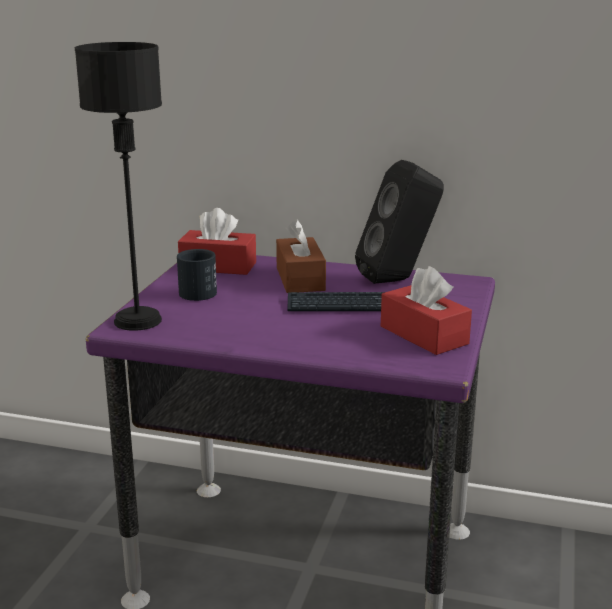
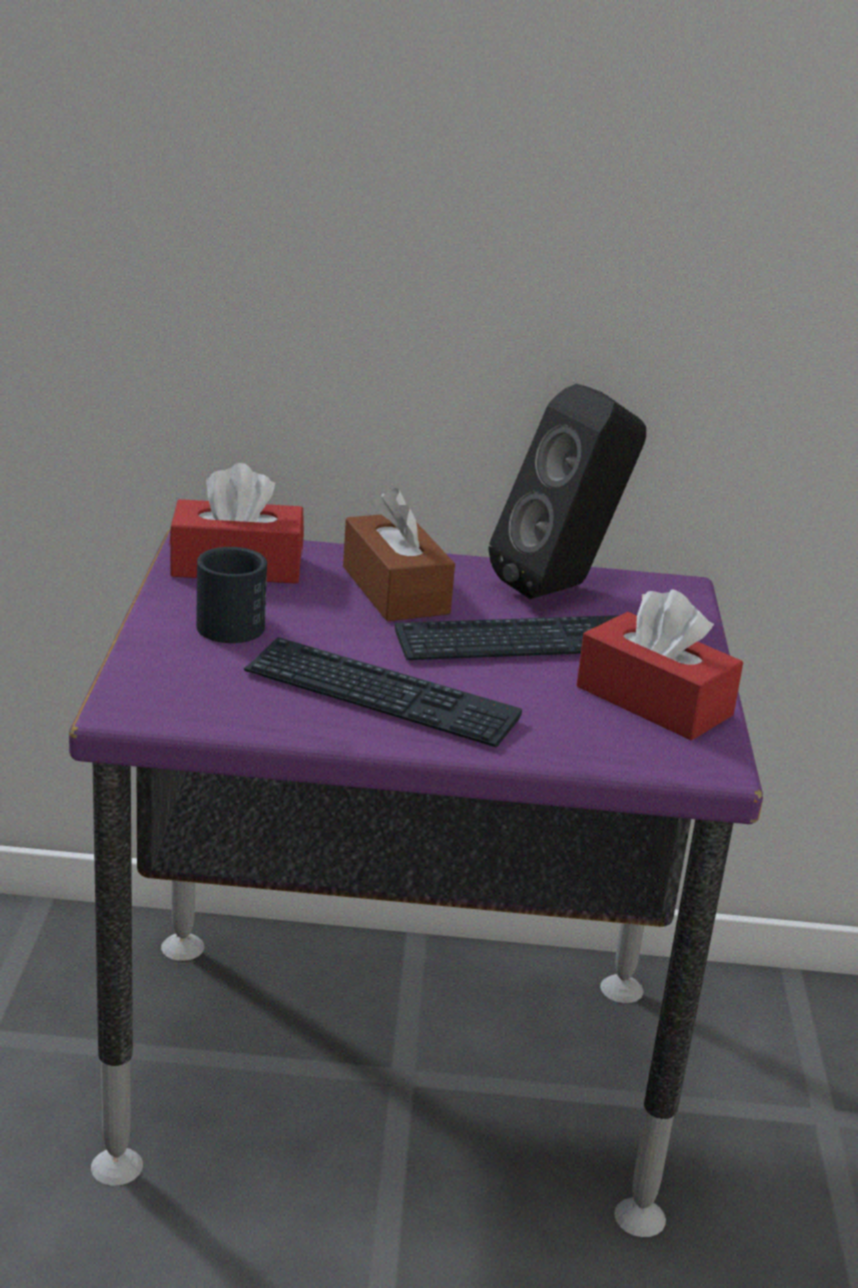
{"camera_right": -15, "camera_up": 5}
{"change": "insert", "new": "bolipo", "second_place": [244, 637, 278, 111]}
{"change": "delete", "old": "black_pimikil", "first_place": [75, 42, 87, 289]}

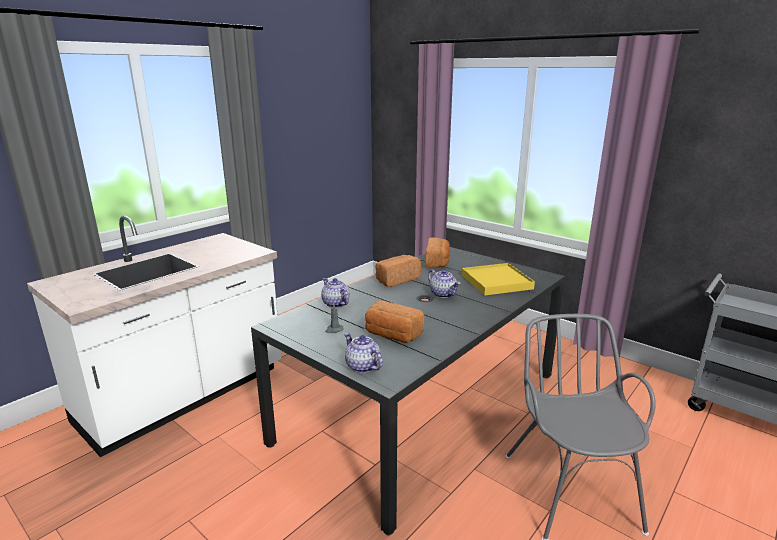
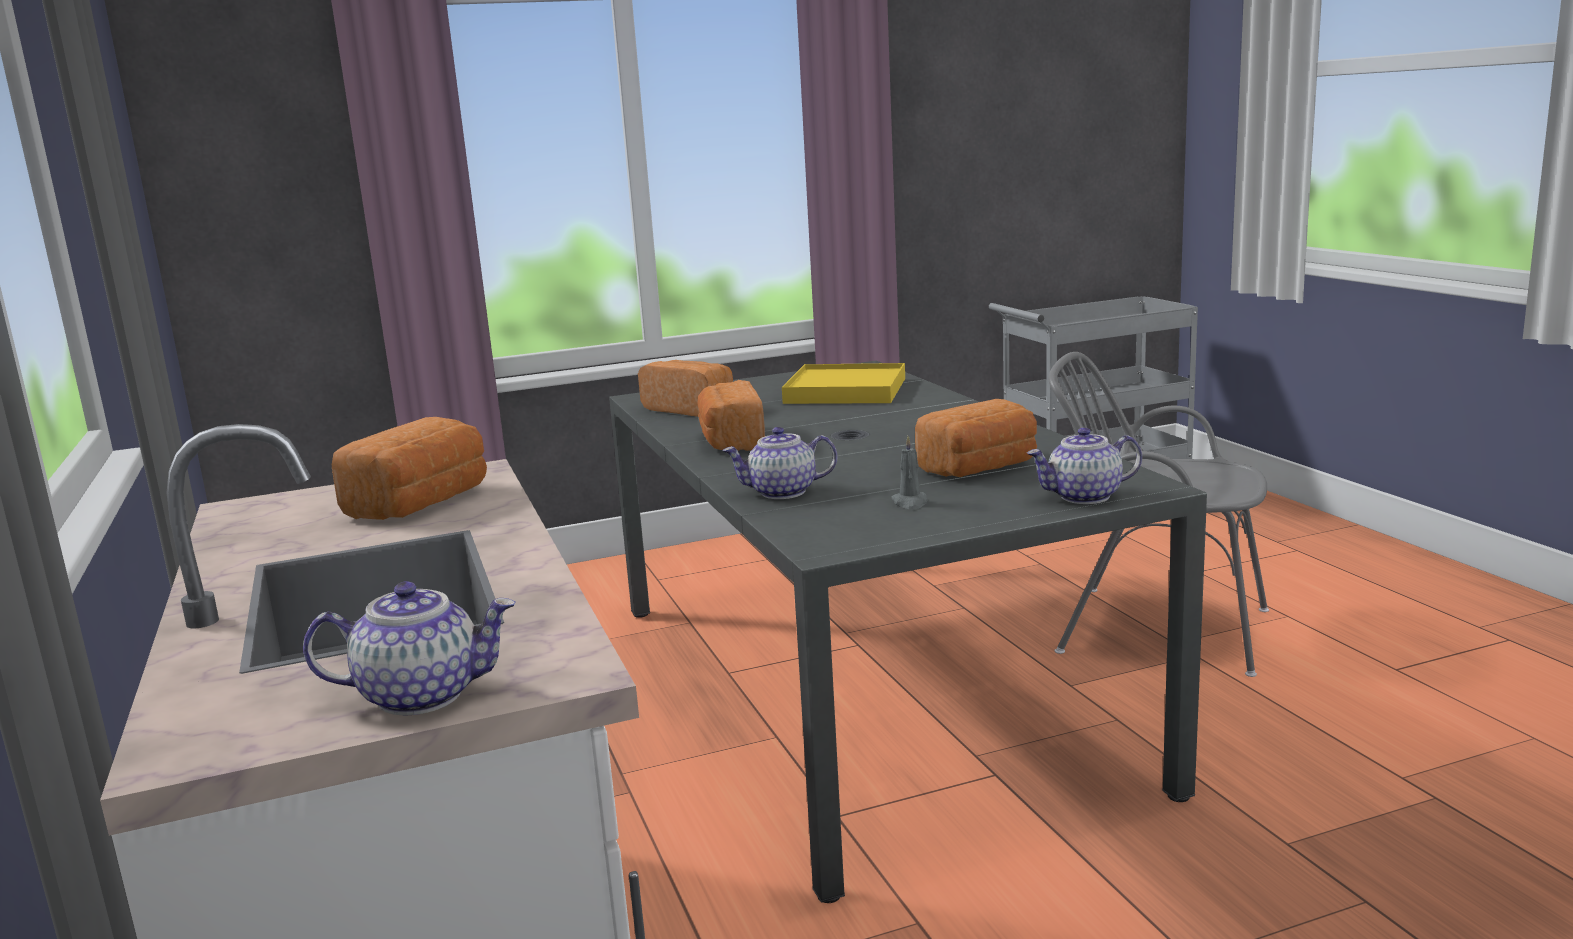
{"camera_right": -60, "camera_up": -5}
{"change": "move", "old": "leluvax", "first_place": [428, 270, 32, 28], "second_place": [303, 581, 213, 134]}
{"change": "insert", "new": "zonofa", "second_place": [332, 417, 155, 103]}

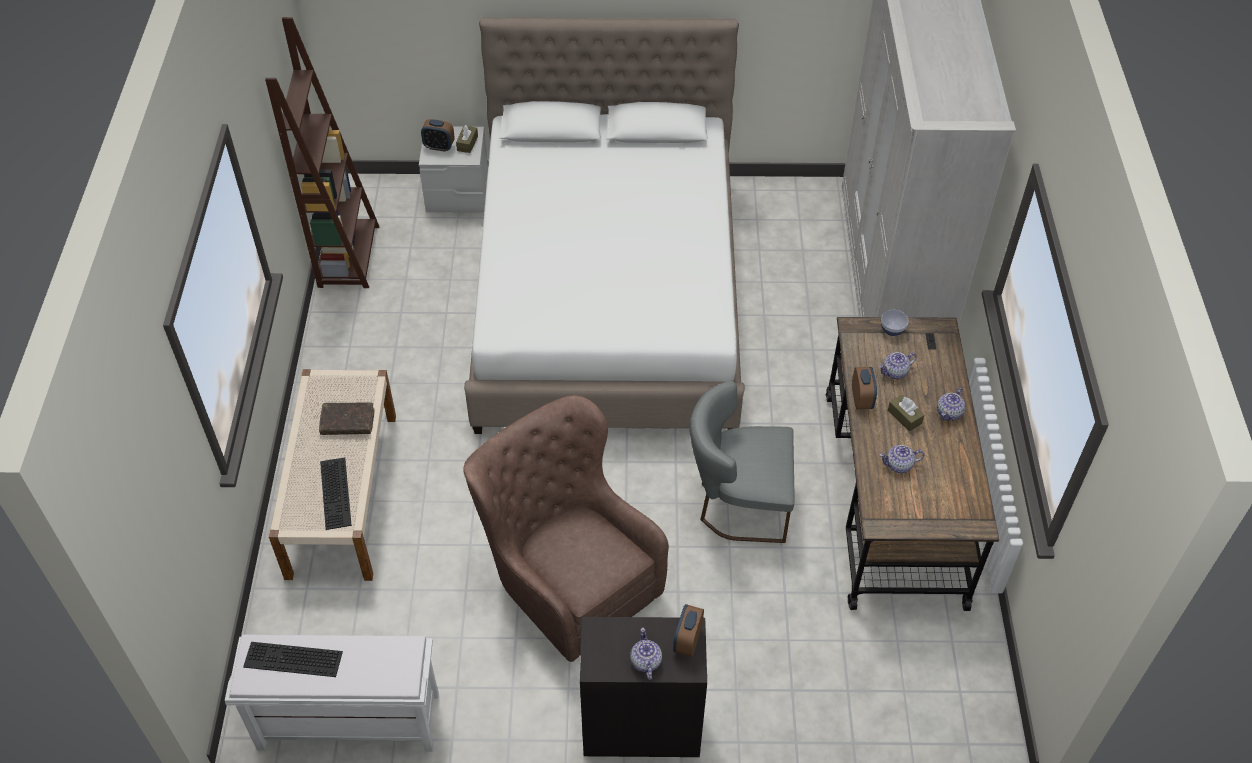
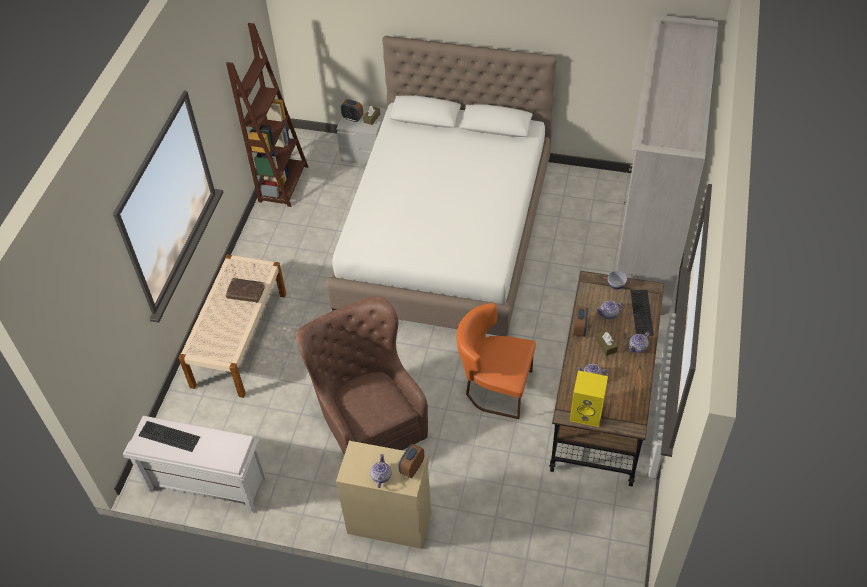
{"camera_right": 15, "camera_up": 0}
{"change": "recolor", "old": "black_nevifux", "new": "beige_nevifux", "first_place": [580, 617, 127, 140], "second_place": [336, 441, 95, 108]}
{"change": "recolor", "old": "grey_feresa", "new": "orange_feresa", "first_place": [689, 380, 106, 163], "second_place": [457, 303, 79, 116]}
{"change": "insert", "new": "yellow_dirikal", "second_place": [570, 370, 38, 57]}
{"change": "move", "old": "bolipo", "first_place": [320, 457, 32, 73], "second_place": [630, 290, 24, 45]}

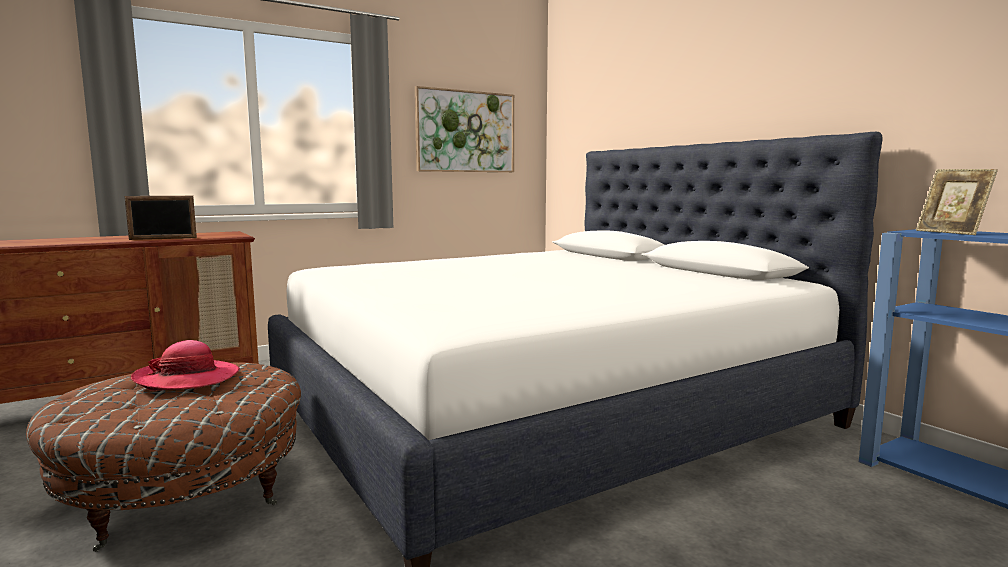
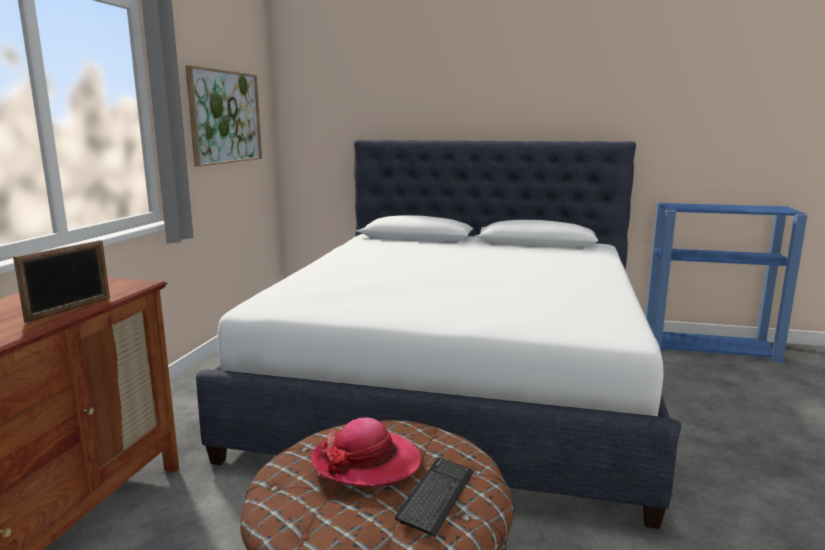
{"camera_right": -45, "camera_up": 5}
{"change": "insert", "new": "bolipo", "second_place": [395, 457, 79, 80]}
{"change": "delete", "old": "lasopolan", "first_place": [916, 169, 82, 66]}

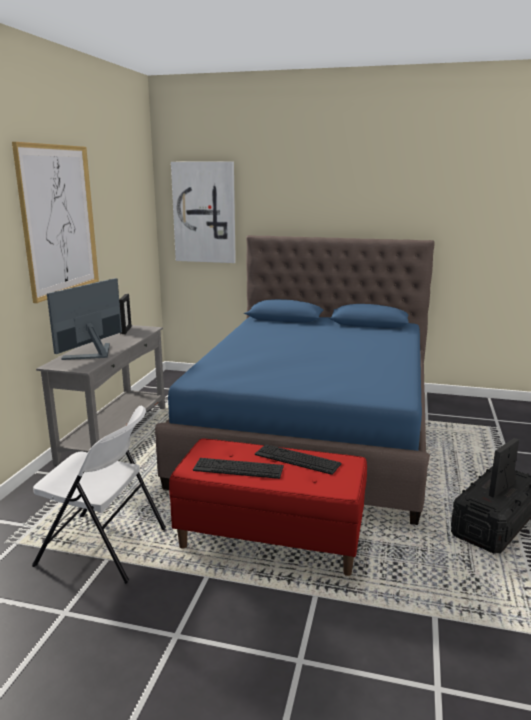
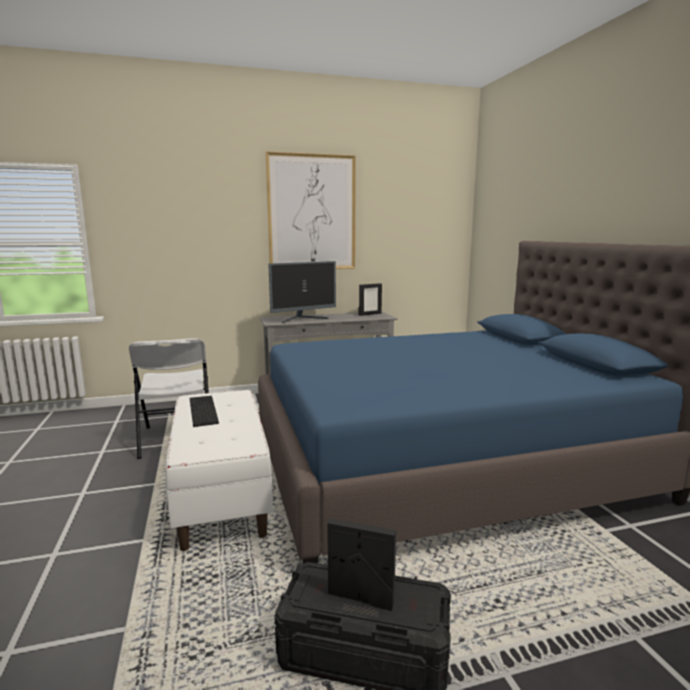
{"camera_right": 60, "camera_up": -5}
{"change": "recolor", "old": "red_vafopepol", "new": "white_vafopepol", "first_place": [169, 439, 198, 137], "second_place": [165, 390, 108, 161]}
{"change": "rotate", "old": "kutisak", "first_place": [47, 278, 75, 82], "second_place": [268, 261, 68, 62], "degrees": 150}
{"change": "delete", "old": "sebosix", "first_place": [171, 161, 65, 102]}
{"change": "delete", "old": "bolipo", "first_place": [255, 444, 87, 31]}

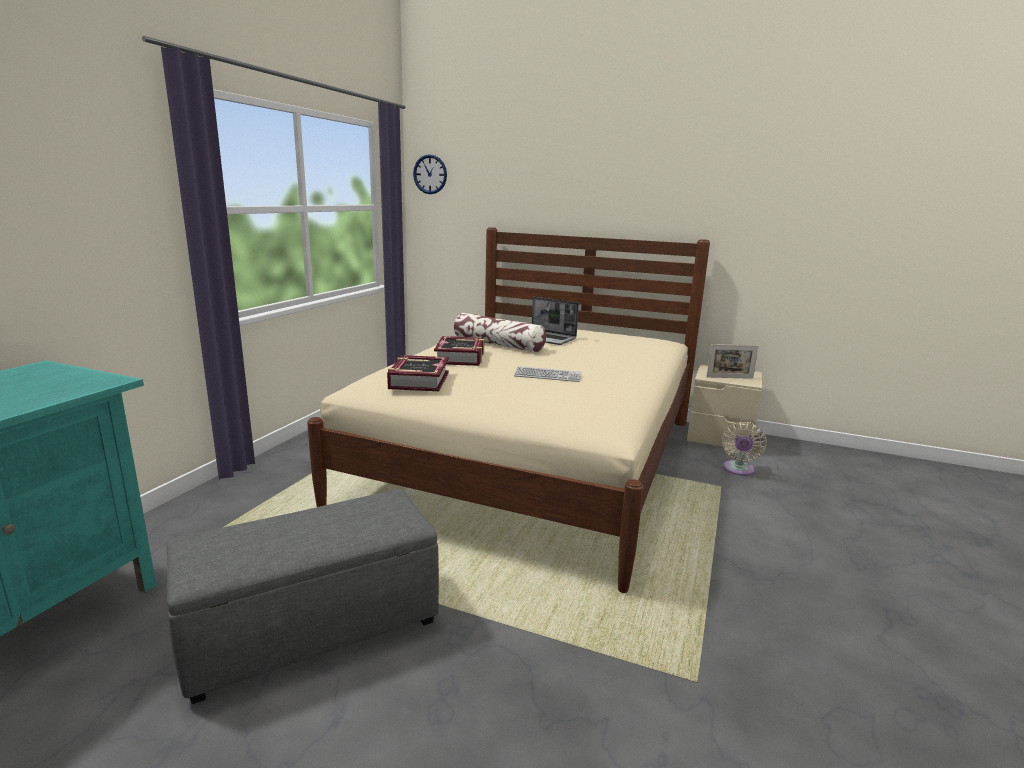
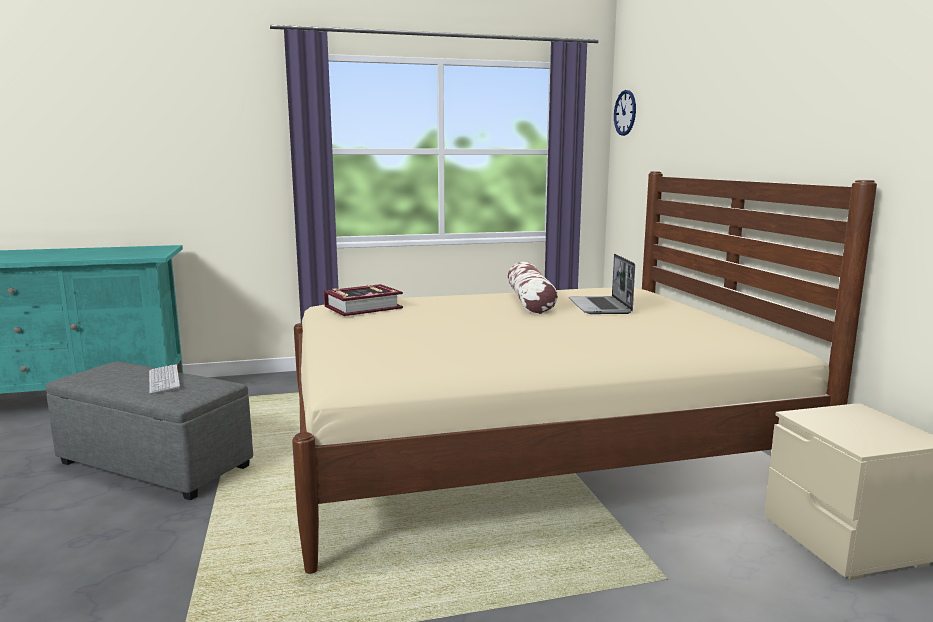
{"camera_right": 55, "camera_up": -5}
{"change": "move", "old": "bolipo", "first_place": [514, 366, 68, 16], "second_place": [149, 364, 31, 30]}
{"change": "delete", "old": "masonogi", "first_place": [434, 336, 50, 30]}
{"change": "delete", "old": "lasopolan", "first_place": [707, 344, 52, 35]}
{"change": "delete", "old": "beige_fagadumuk", "first_place": [722, 422, 45, 54]}

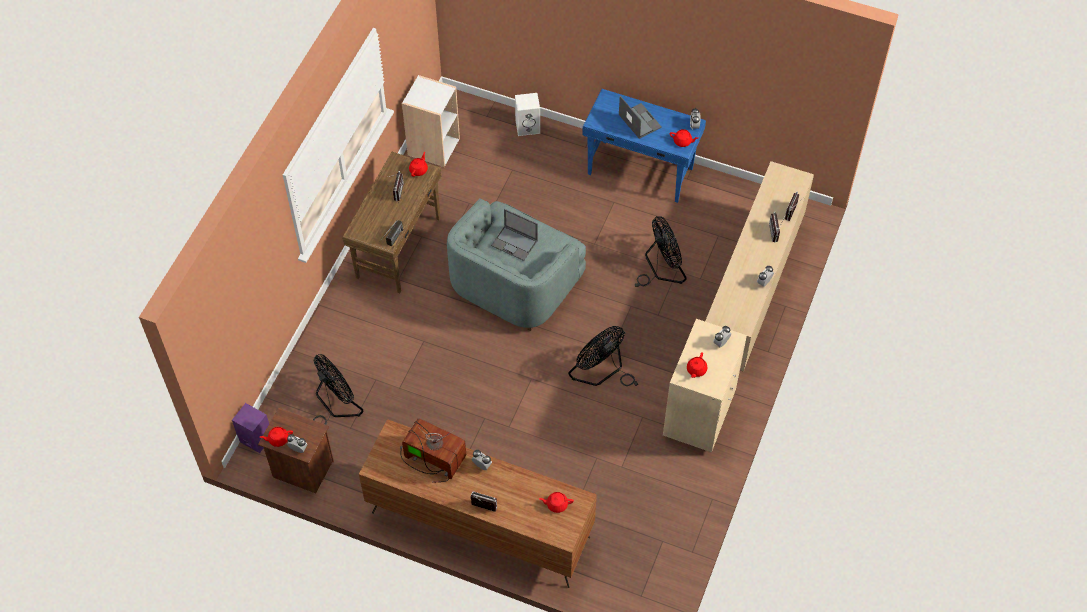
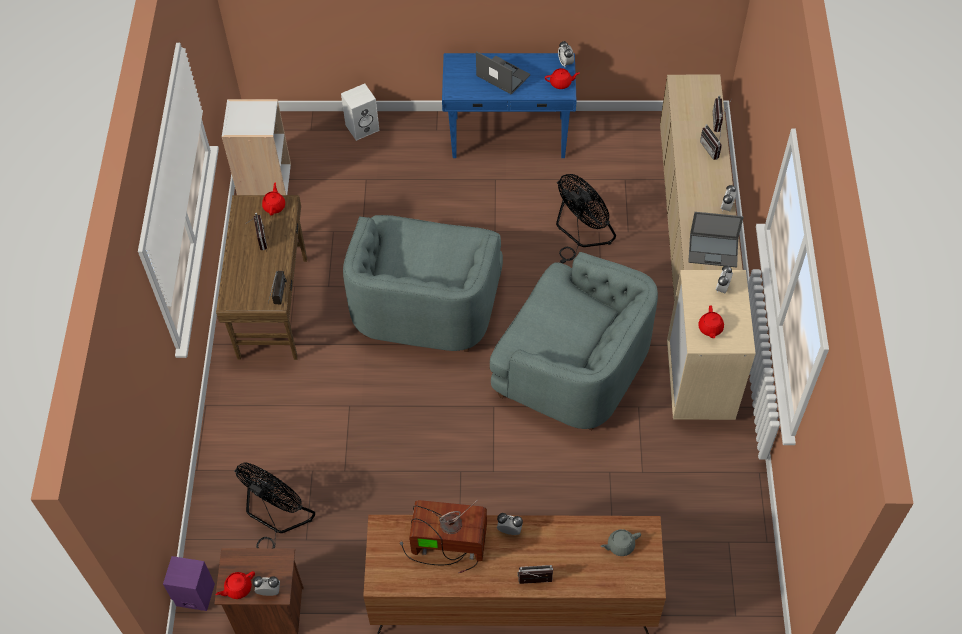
{"camera_right": -20, "camera_up": 0}
{"change": "replace", "old": "black_fagadumuk", "new": "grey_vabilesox", "first_place": [568, 326, 70, 60], "second_place": [490, 252, 168, 178]}
{"change": "recolor", "old": "red_leluvax", "new": "grey_leluvax", "first_place": [539, 492, 35, 21], "second_place": [600, 529, 41, 27]}
{"change": "move", "old": "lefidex", "first_place": [491, 209, 47, 52], "second_place": [688, 212, 56, 56]}

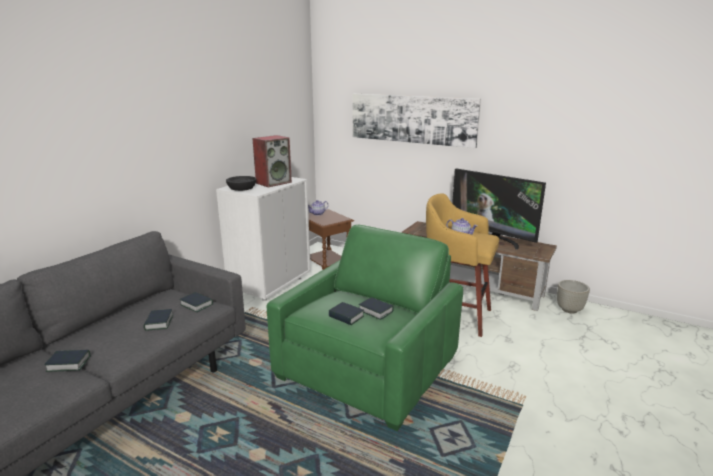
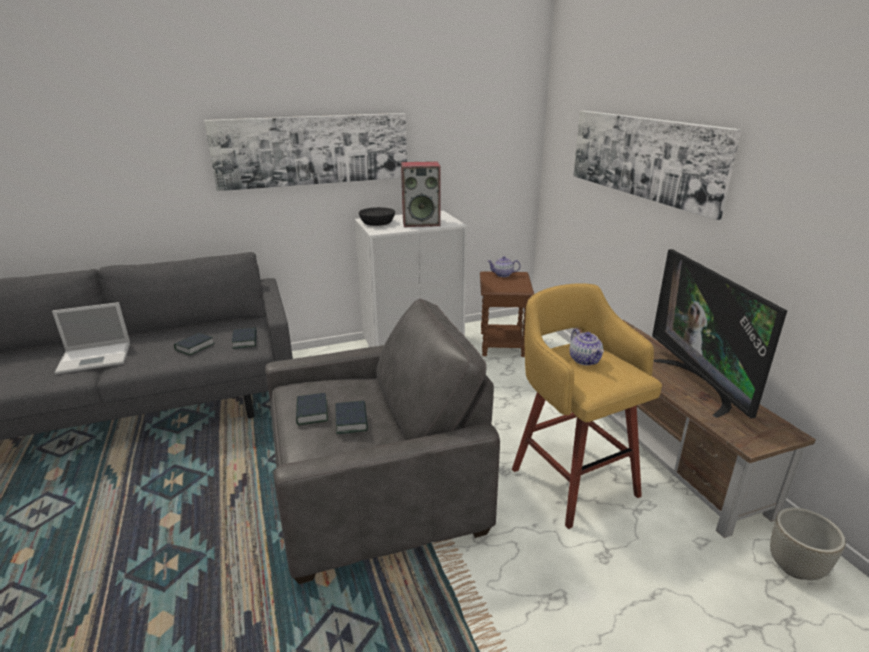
{"camera_right": 40, "camera_up": 5}
{"change": "replace", "old": "masonogi", "new": "lefidex", "first_place": [44, 350, 46, 22], "second_place": [52, 302, 78, 72]}
{"change": "insert", "new": "sebosix", "second_place": [204, 113, 203, 78]}
{"change": "recolor", "old": "green_vabilesox", "new": "grey_vabilesox", "first_place": [267, 225, 196, 206], "second_place": [265, 298, 235, 286]}

